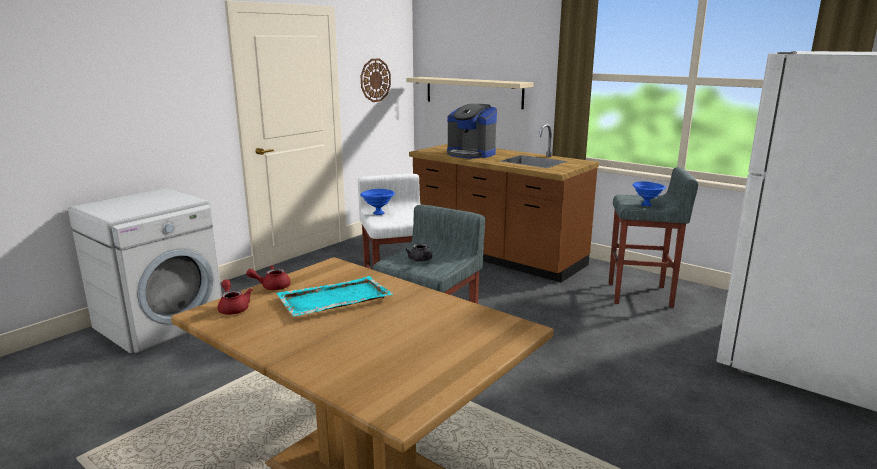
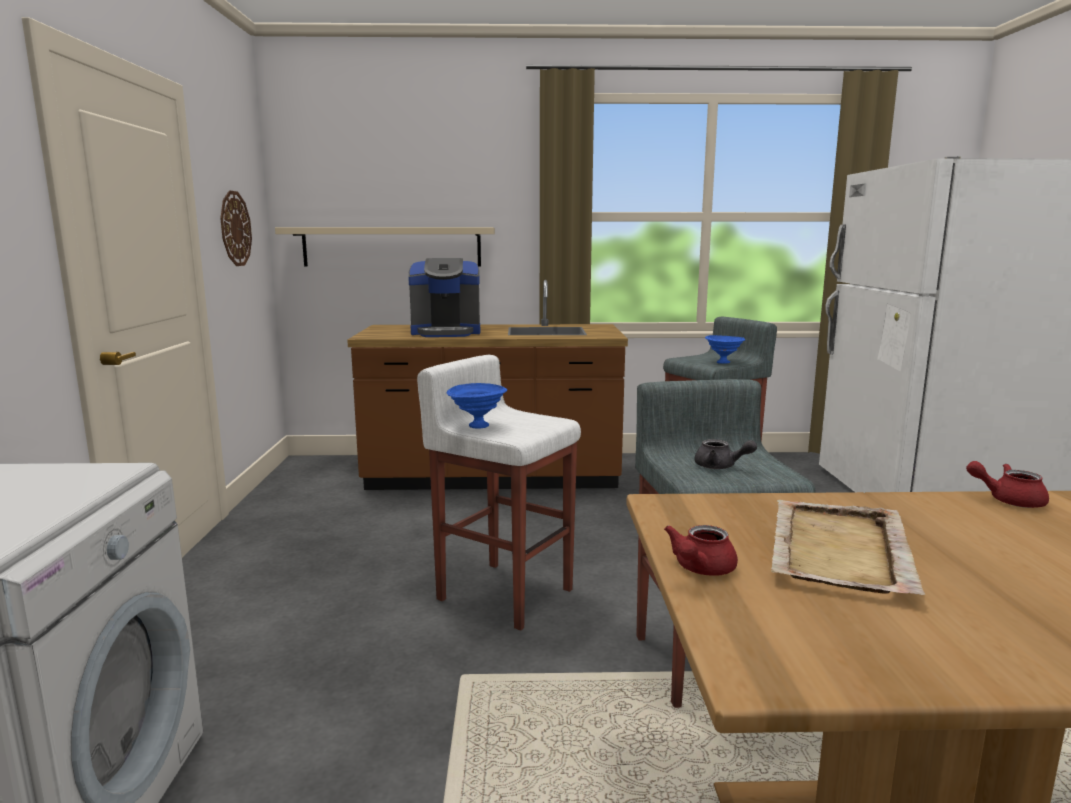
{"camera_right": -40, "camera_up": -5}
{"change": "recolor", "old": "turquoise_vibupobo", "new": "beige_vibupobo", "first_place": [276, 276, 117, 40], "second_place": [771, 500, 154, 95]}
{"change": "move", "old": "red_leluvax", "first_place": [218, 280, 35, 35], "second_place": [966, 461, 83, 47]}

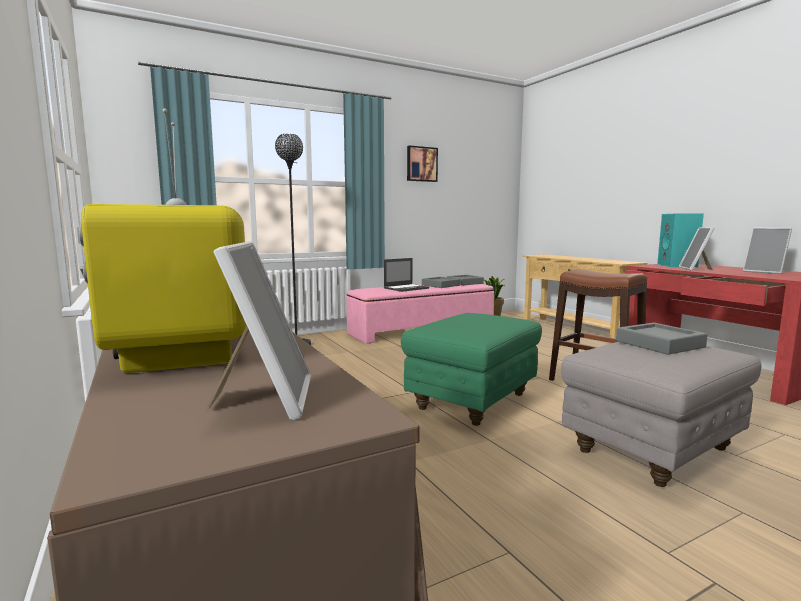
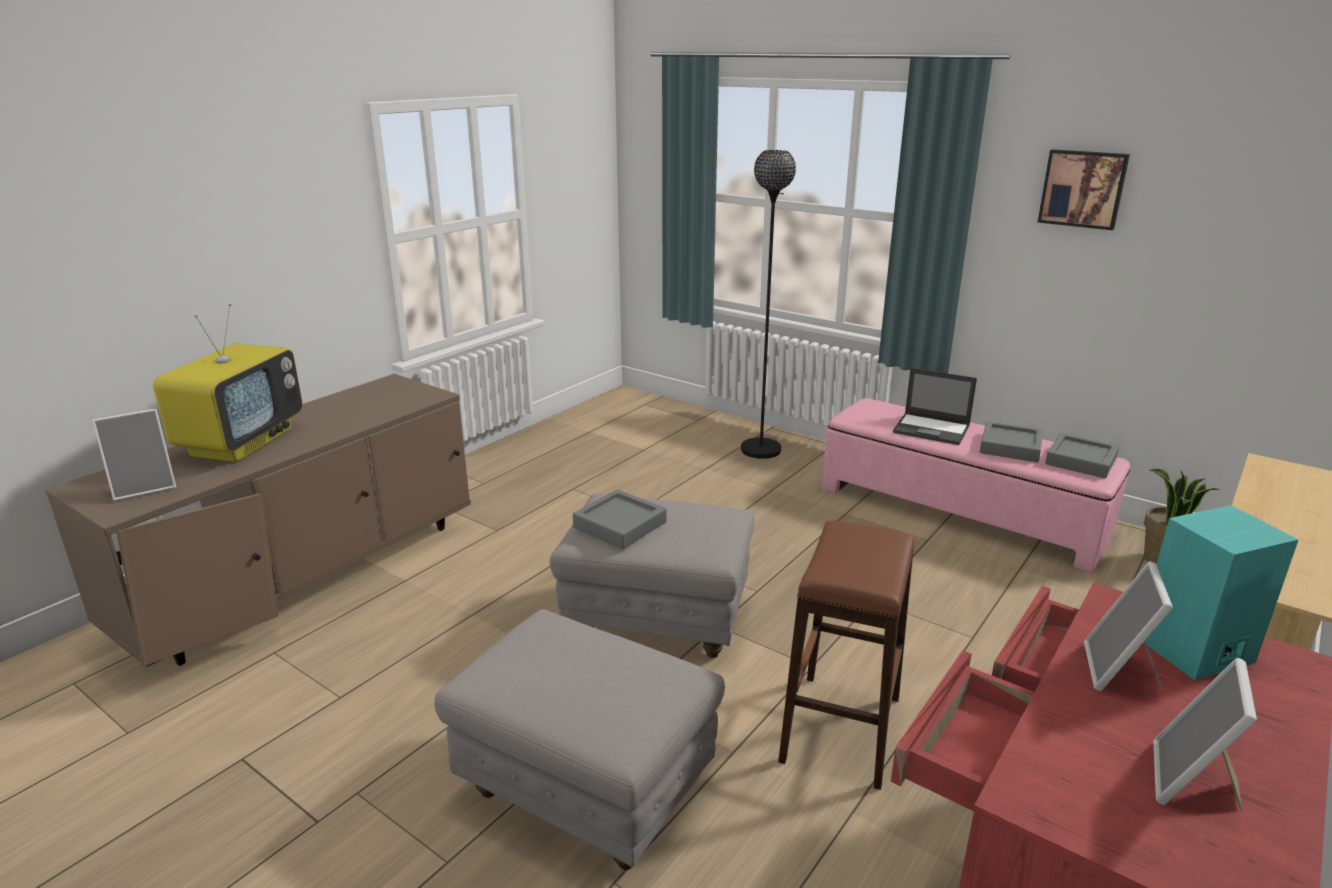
{"camera_right": 65, "camera_up": 15}
{"change": "rotate", "old": "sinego", "first_place": [77, 108, 170, 265], "second_place": [153, 304, 149, 158], "degrees": 150}
{"change": "recolor", "old": "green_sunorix", "new": "grey_sunorix", "first_place": [401, 313, 141, 113], "second_place": [550, 494, 204, 164]}
{"change": "move", "old": "grey_vibupobo", "first_place": [616, 323, 91, 32], "second_place": [573, 489, 93, 60]}
{"change": "rotate", "old": "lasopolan", "first_place": [679, 227, 35, 44], "second_place": [1084, 561, 89, 130], "degrees": -60}

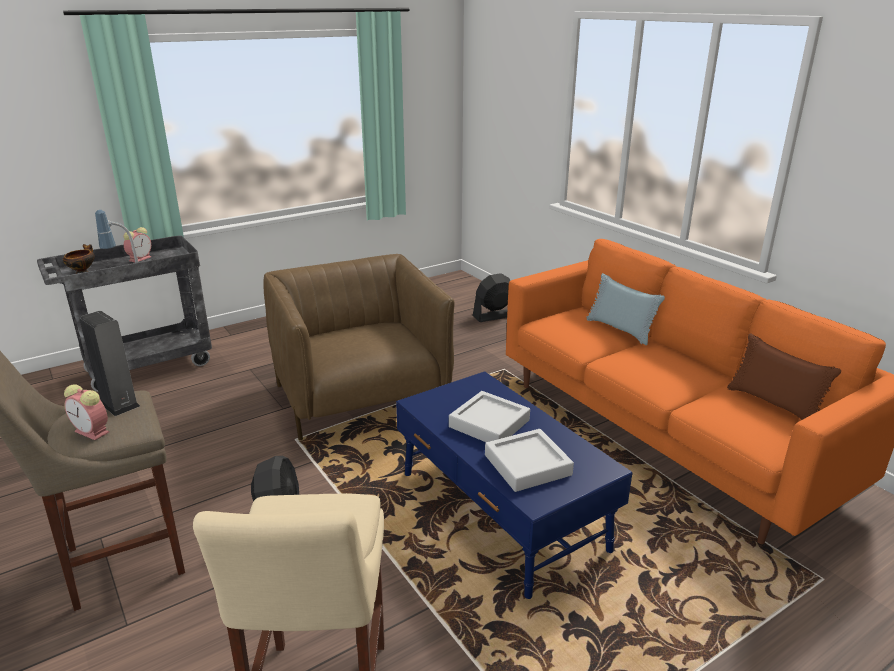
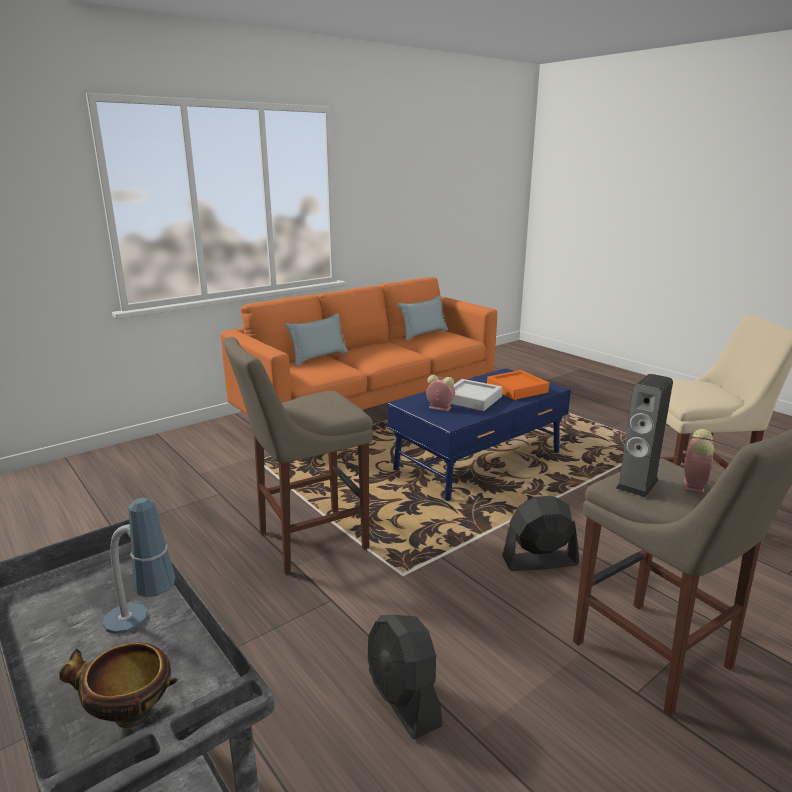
{"camera_right": -95, "camera_up": -5}
{"change": "replace", "old": "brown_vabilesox", "new": "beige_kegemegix", "first_place": [264, 254, 191, 186], "second_place": [223, 337, 150, 238]}
{"change": "move", "old": "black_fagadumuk", "first_place": [473, 274, 37, 48], "second_place": [368, 615, 74, 125]}
{"change": "recolor", "old": "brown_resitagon", "new": "blue_resitagon", "first_place": [727, 333, 114, 87], "second_place": [398, 296, 50, 45]}
{"change": "move", "old": "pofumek", "first_place": [124, 227, 27, 35], "second_place": [426, 375, 29, 36]}
{"change": "recolor", "old": "grey_vibupobo", "new": "orange_vibupobo", "first_place": [485, 429, 89, 63], "second_place": [487, 370, 62, 30]}

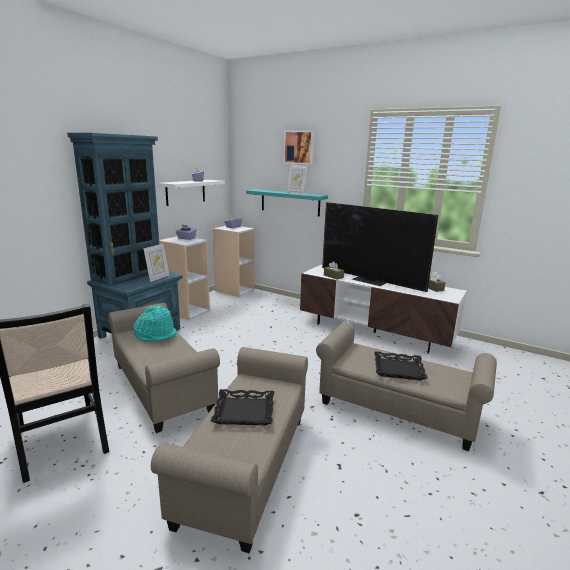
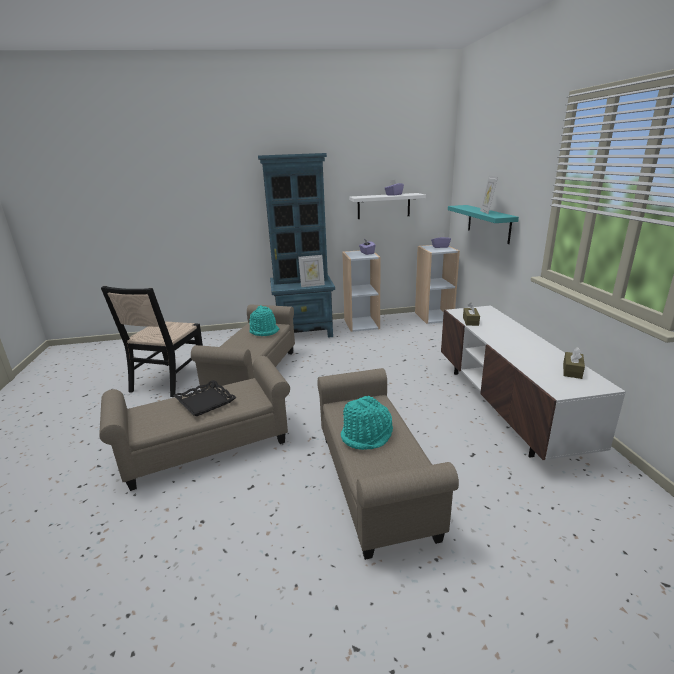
{"camera_right": 50, "camera_up": 5}
{"change": "replace", "old": "black_vibupobo", "new": "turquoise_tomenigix", "first_place": [374, 351, 54, 29], "second_place": [341, 396, 52, 54]}
{"change": "delete", "old": "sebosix", "first_place": [283, 130, 31, 35]}
{"change": "delete", "old": "sinego", "first_place": [322, 202, 116, 90]}

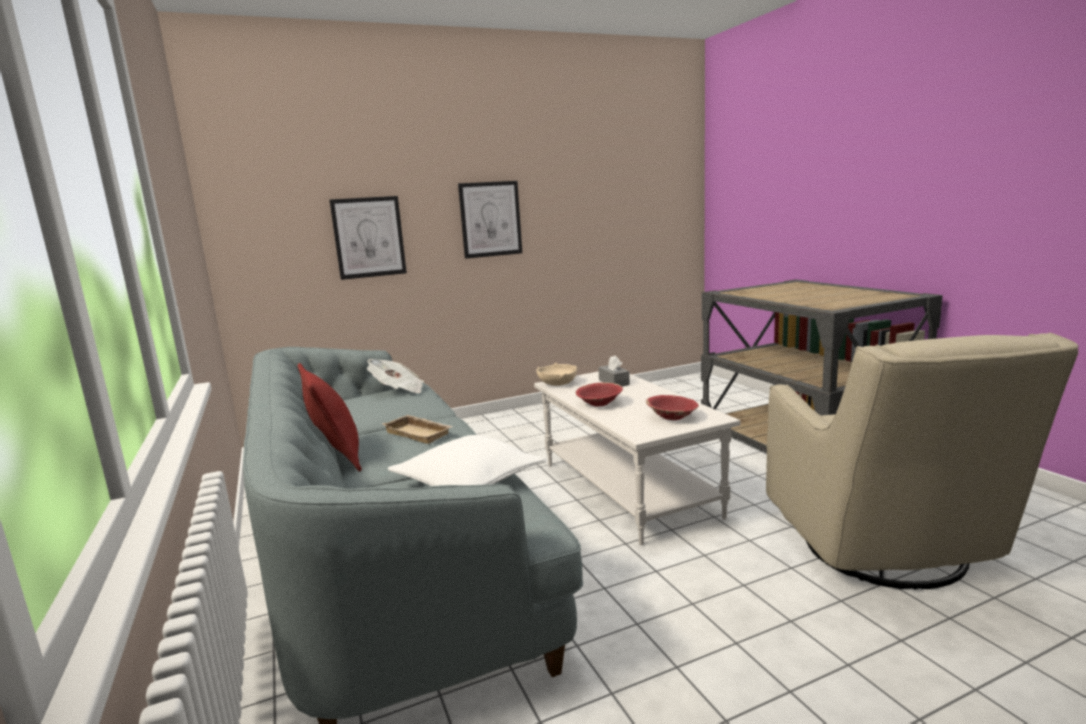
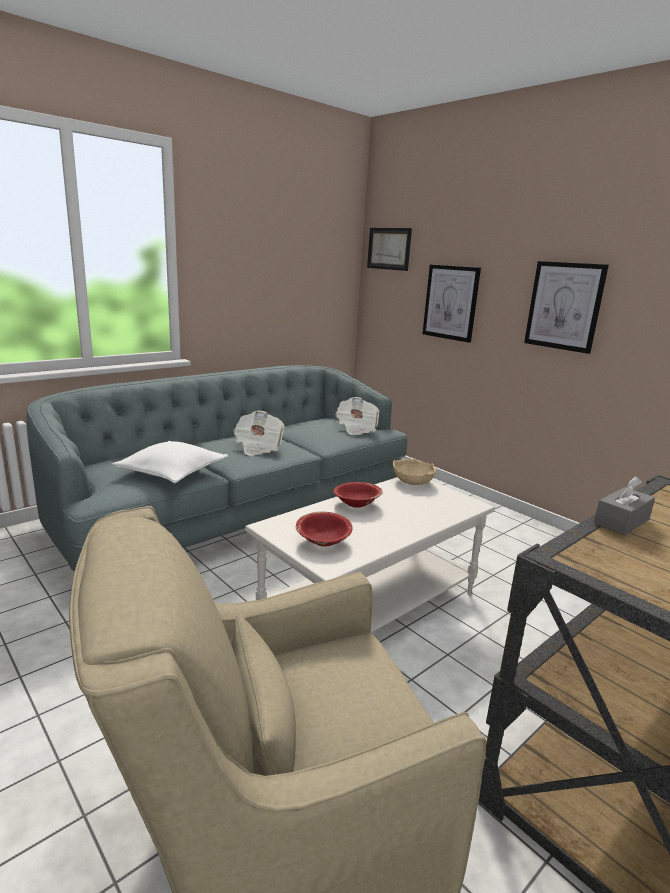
{"camera_right": 70, "camera_up": 5}
{"change": "replace", "old": "beige_vibupobo", "new": "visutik", "first_place": [382, 415, 72, 29], "second_place": [233, 411, 52, 45]}
{"change": "insert", "new": "sebosix", "second_place": [367, 228, 45, 43]}
{"change": "move", "old": "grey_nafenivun", "first_place": [598, 355, 32, 32], "second_place": [594, 476, 61, 59]}
{"change": "delete", "old": "red_resitagon", "first_place": [298, 363, 64, 109]}

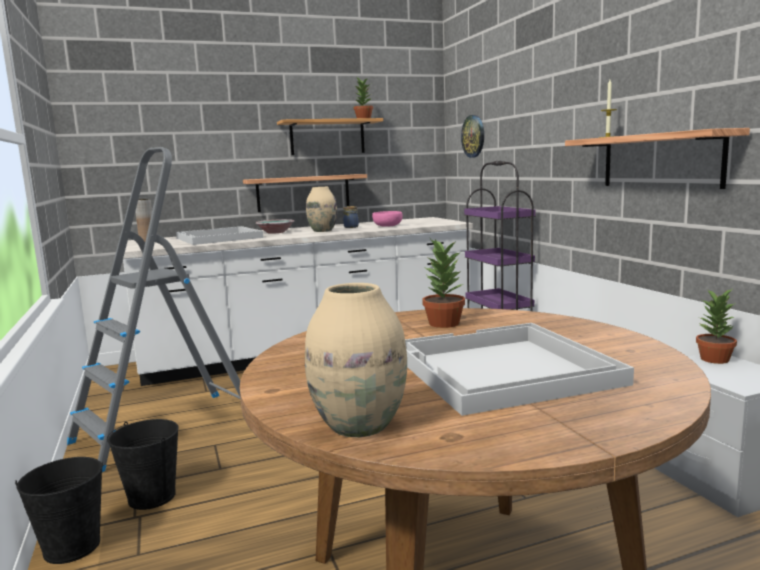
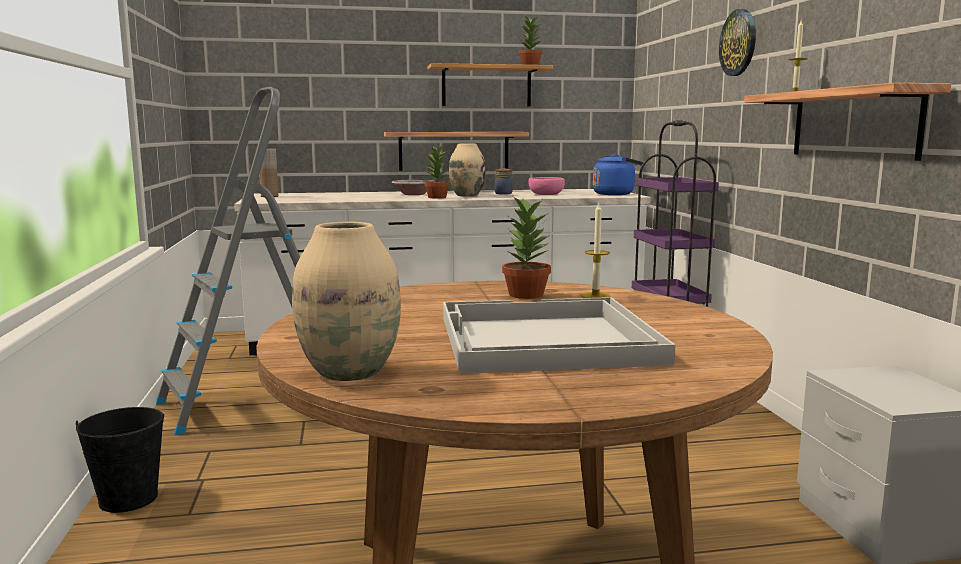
{"camera_right": 10, "camera_up": 0}
{"change": "move", "old": "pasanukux", "first_place": [696, 289, 41, 75], "second_place": [424, 146, 26, 52]}
{"change": "insert", "new": "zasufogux", "second_place": [581, 203, 29, 95]}
{"change": "insert", "new": "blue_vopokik", "second_place": [593, 154, 50, 41]}
{"change": "move", "old": "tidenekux", "first_place": [461, 115, 23, 43], "second_place": [719, 9, 37, 67]}
{"change": "delete", "old": "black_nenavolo", "first_place": [107, 419, 72, 91]}
{"change": "delete", "old": "white_vibupobo", "first_place": [176, 226, 88, 19]}

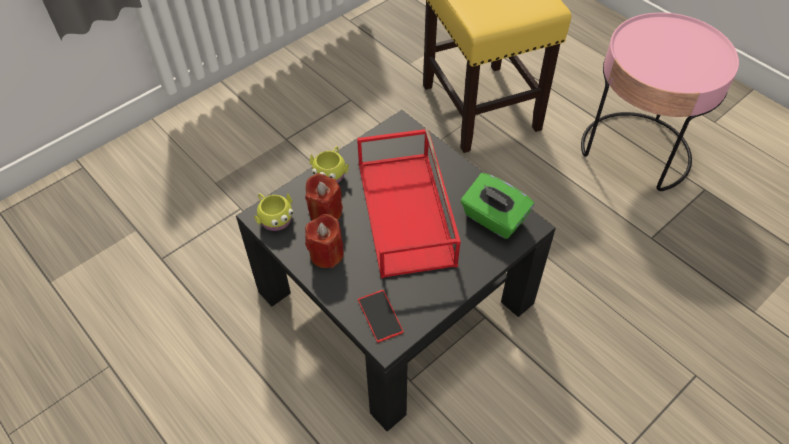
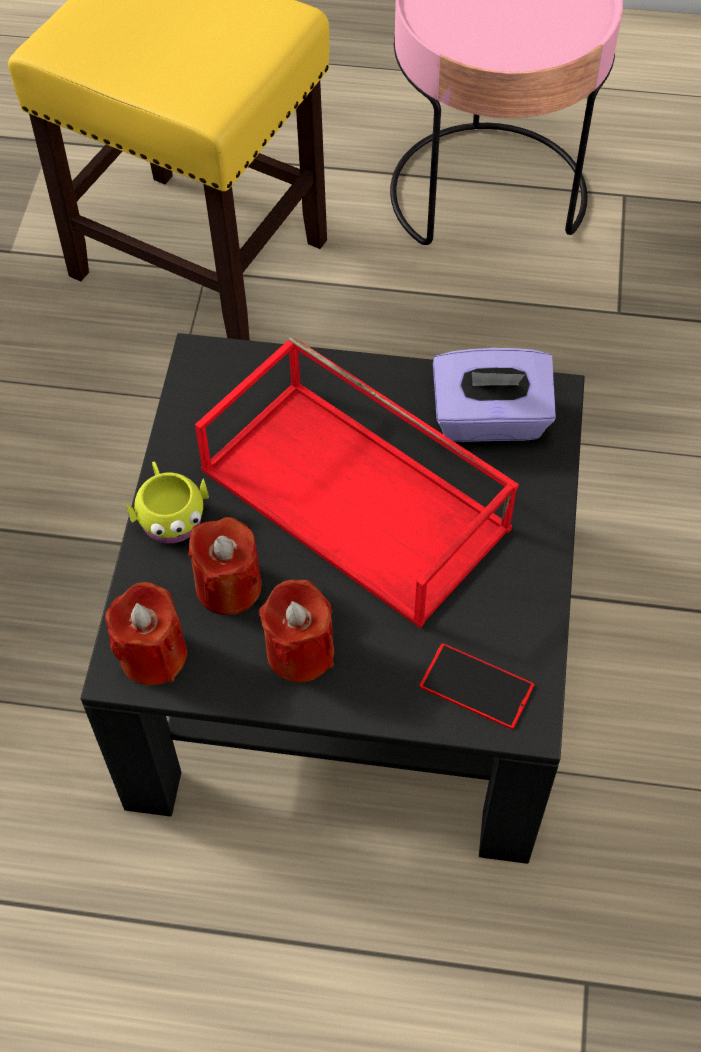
{"camera_right": -40, "camera_up": 5}
{"change": "replace", "old": "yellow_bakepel", "new": "red_zasufogux", "first_place": [254, 193, 39, 38], "second_place": [105, 582, 82, 103]}
{"change": "recolor", "old": "green_nafenivun", "new": "purple_nafenivun", "first_place": [461, 173, 73, 66], "second_place": [433, 348, 123, 94]}

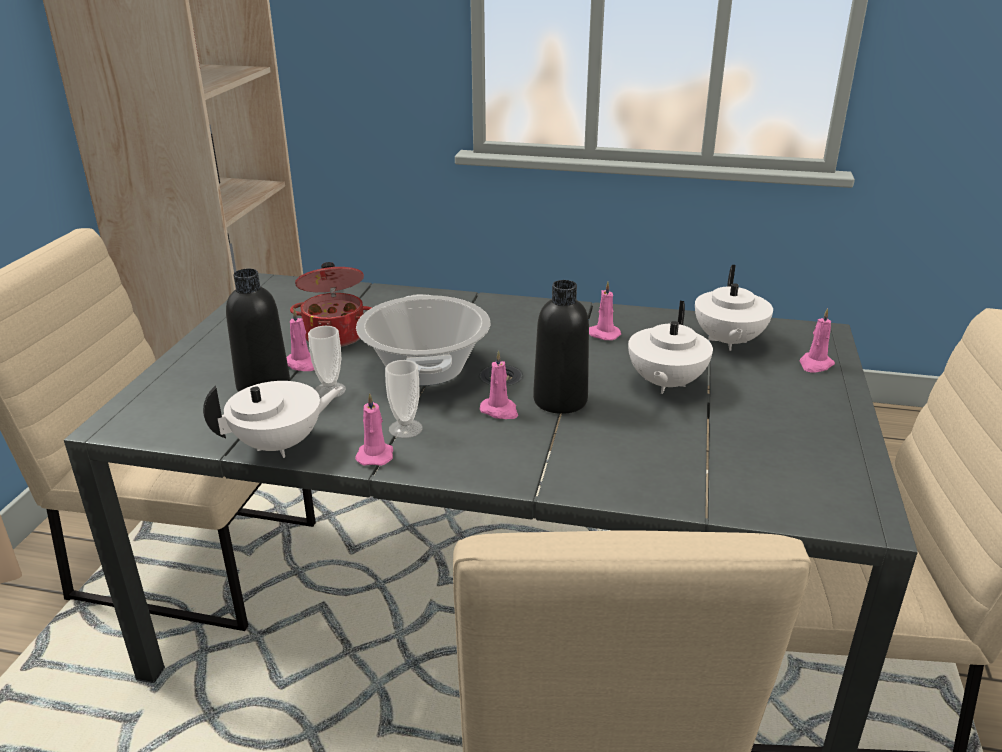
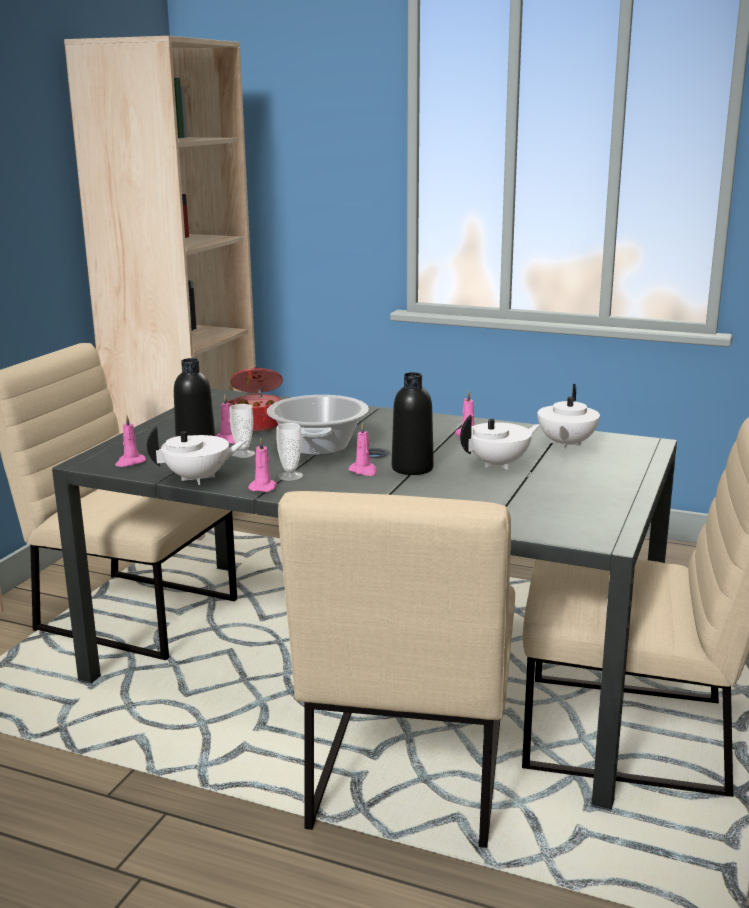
{"camera_right": 10, "camera_up": -10}
{"change": "move", "old": "pink_zasufogux", "first_place": [799, 308, 36, 65], "second_place": [115, 415, 31, 52]}
{"change": "rotate", "old": "white_leluvax", "first_place": [628, 301, 85, 93], "second_place": [460, 415, 80, 55], "degrees": -150}

